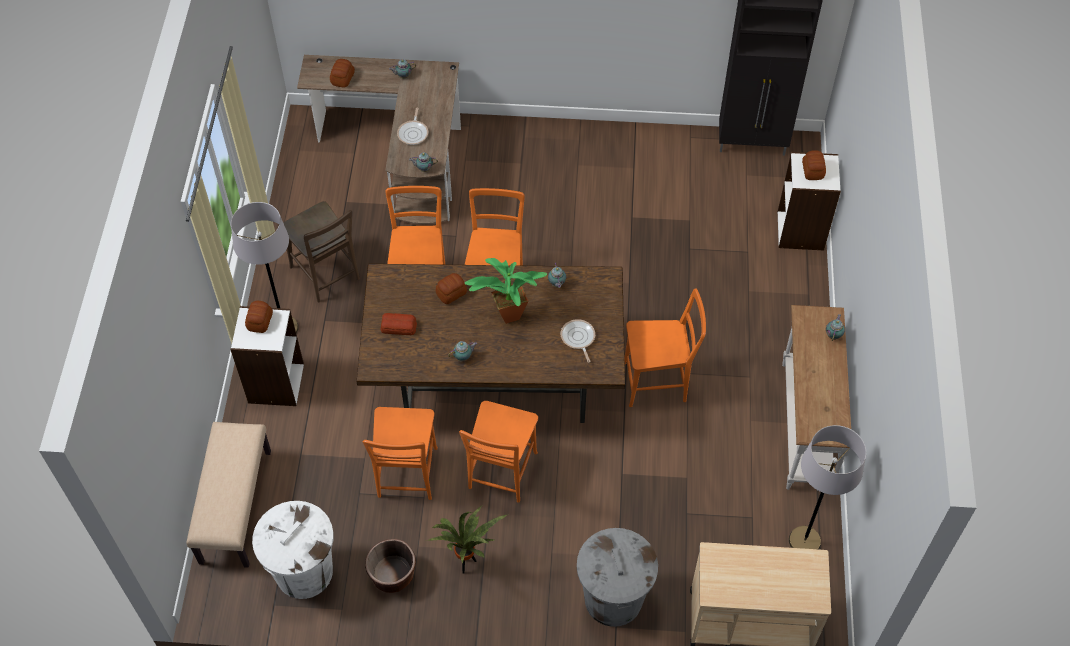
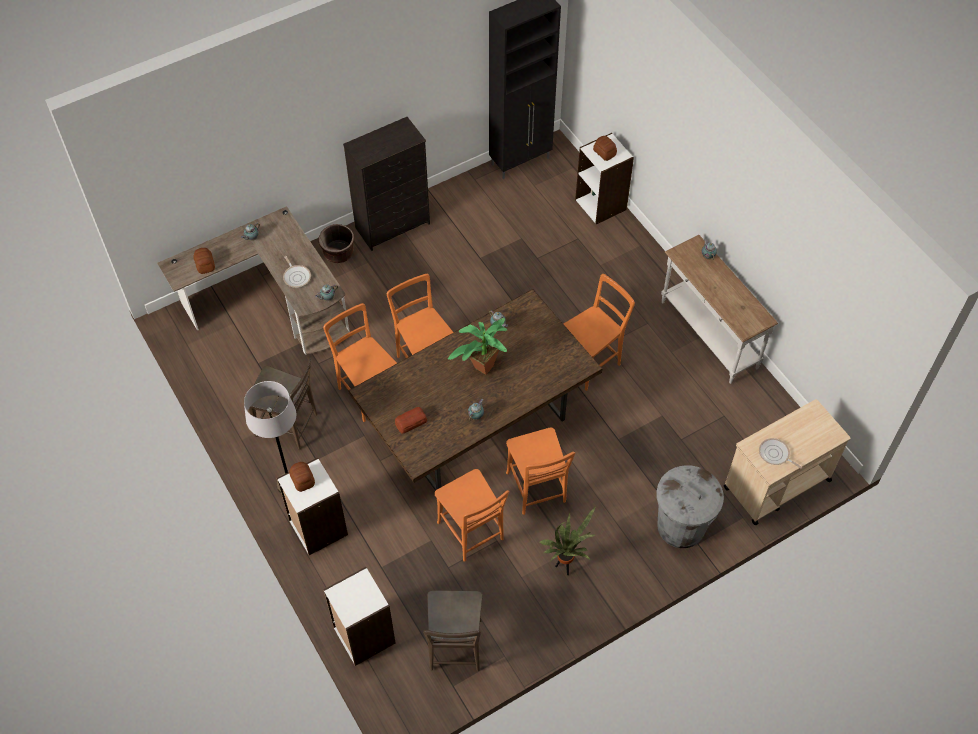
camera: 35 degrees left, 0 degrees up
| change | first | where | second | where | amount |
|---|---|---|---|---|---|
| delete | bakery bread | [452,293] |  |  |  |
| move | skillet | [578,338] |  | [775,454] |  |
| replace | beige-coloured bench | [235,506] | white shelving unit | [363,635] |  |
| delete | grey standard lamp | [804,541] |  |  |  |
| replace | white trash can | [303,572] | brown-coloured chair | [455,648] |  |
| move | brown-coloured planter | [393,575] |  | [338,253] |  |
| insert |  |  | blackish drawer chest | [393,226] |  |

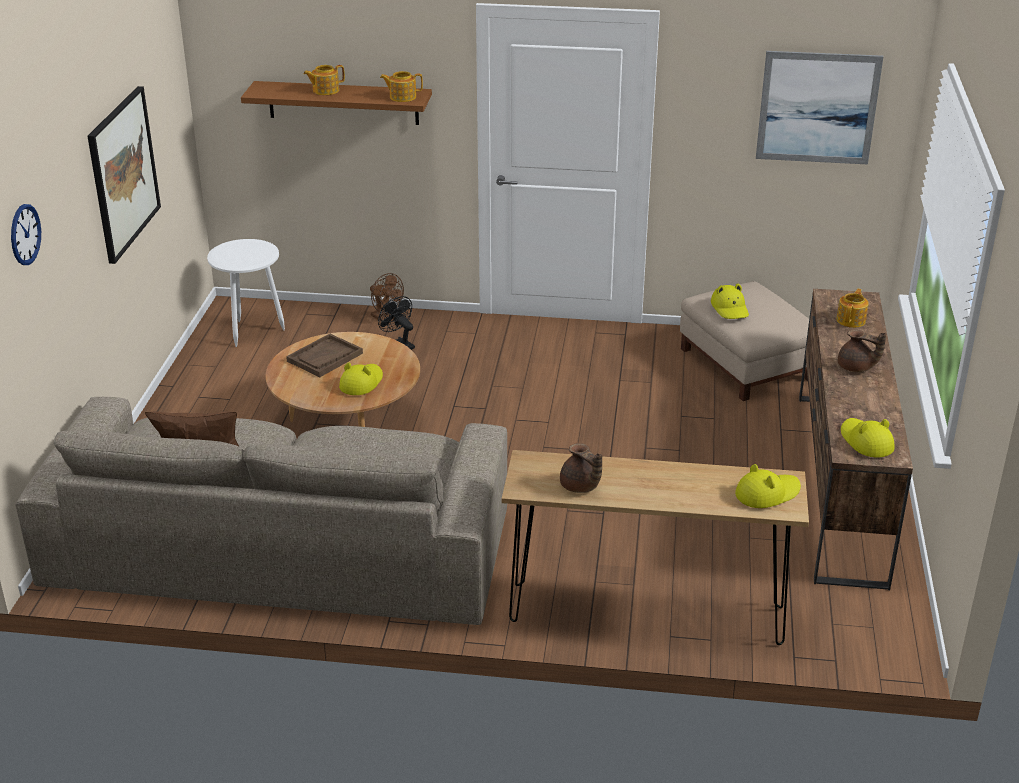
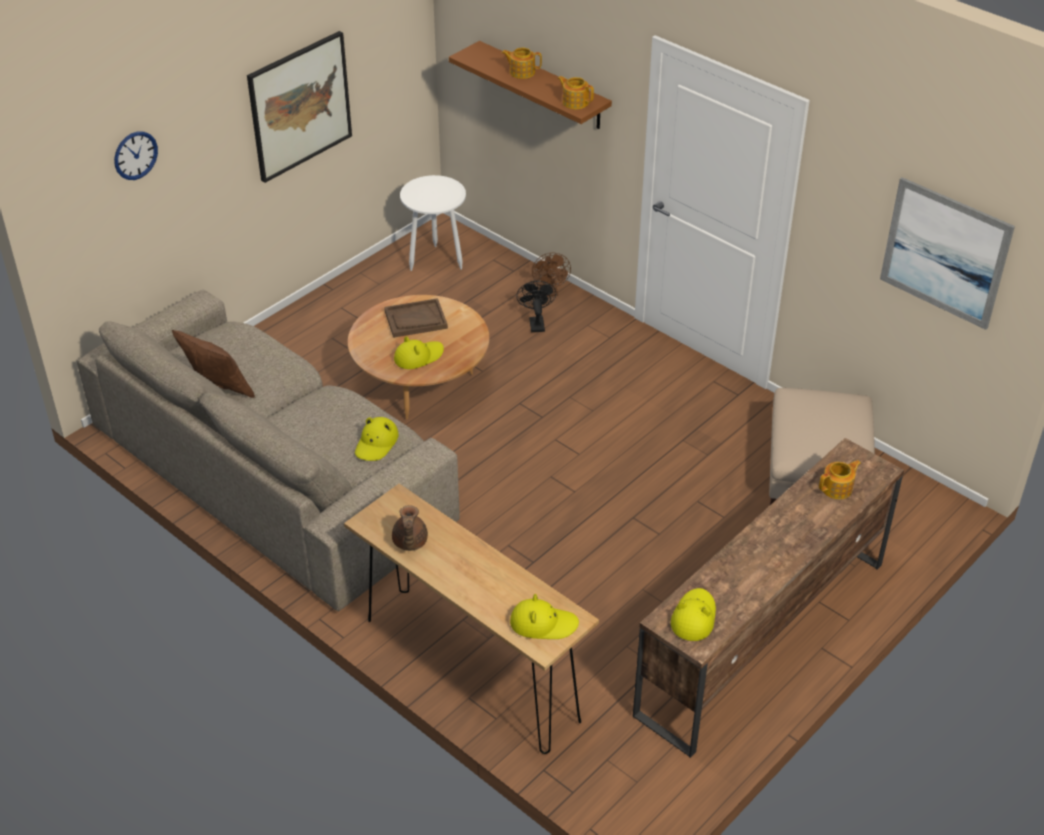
camera: 35 degrees right, 10 degrees up
| change | first | where | second | where | amount |
|---|---|---|---|---|---|
| move | yellow-coloured hat | [730,308] |  | [376,443] |  |
| delete | brown-coloured pot for tea | [856,368] |  |  |  |

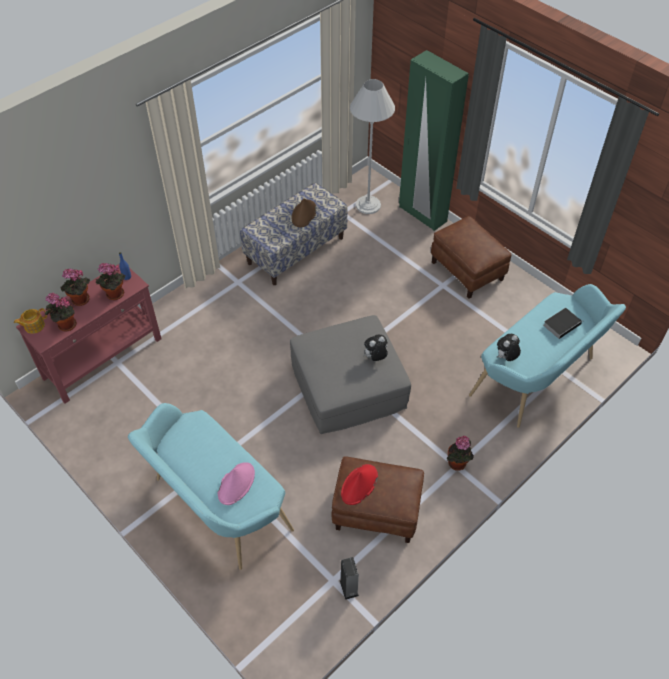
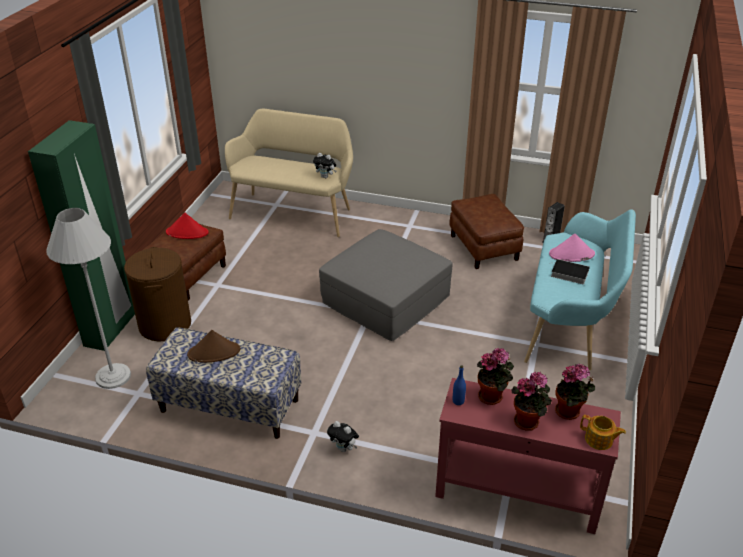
camera: 120 degrees left, 15 degrees down
| change | first | where | second | where | amount |
|---|---|---|---|---|---|
| recolor | turquoise bench | [537,379] | beige-coloured bench | [294,212] |  |
| move | book | [562,324] |  | [568,273] |  |
| move | plush toy | [375,358] |  | [344,448] |  |
| delete | potted plant | [458,464] |  |  |  |
| move | red hat | [359,485] |  | [187,232] |  |
| insert |  |  | brown-coloured hamper | [164,325] |  |

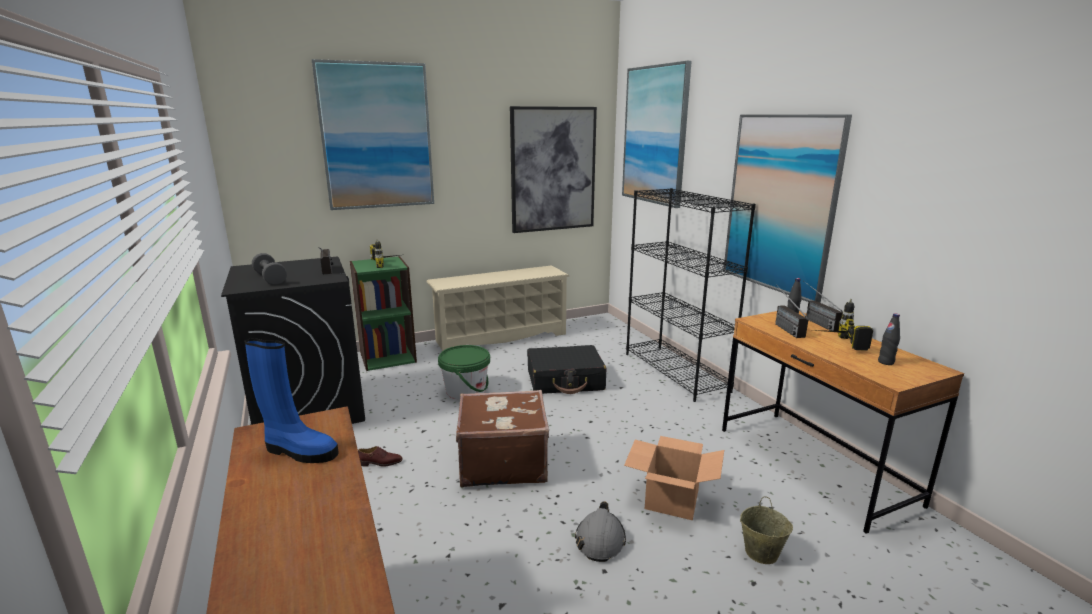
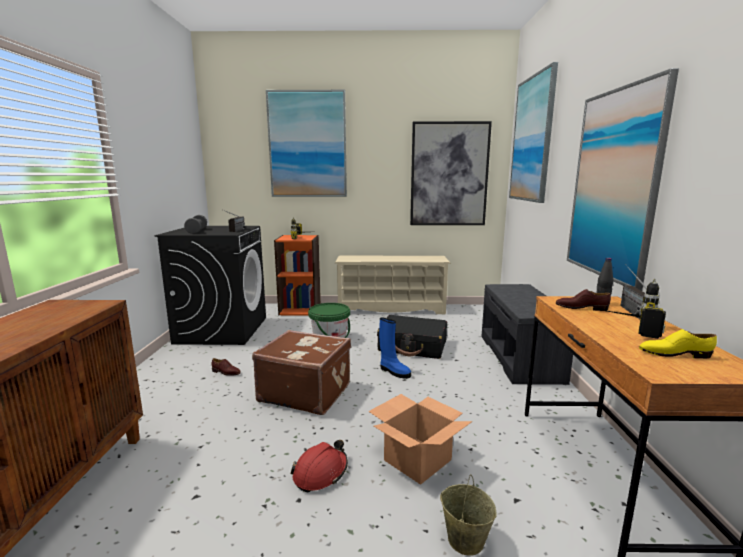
camera: 25 degrees right, 5 degrees down
| change | first | where | second | where | amount |
|---|---|---|---|---|---|
| replace | blackish shelving unit | [676,372] | grey bench | [521,358] |  |
| recolor | green shelving unit | [388,357] | orange shelving unit | [300,309] |  |
| replace | radio receiver | [783,326] | brown-coloured shoe | [581,308] |  |
| replace | blackish bottle | [885,362] | yellow-coloured shoe | [674,354] |  |
| move | blue tall boot | [299,451] |  | [394,372] |  |
| recolor | grey work helmet | [600,540] | red work helmet | [320,473] |  |

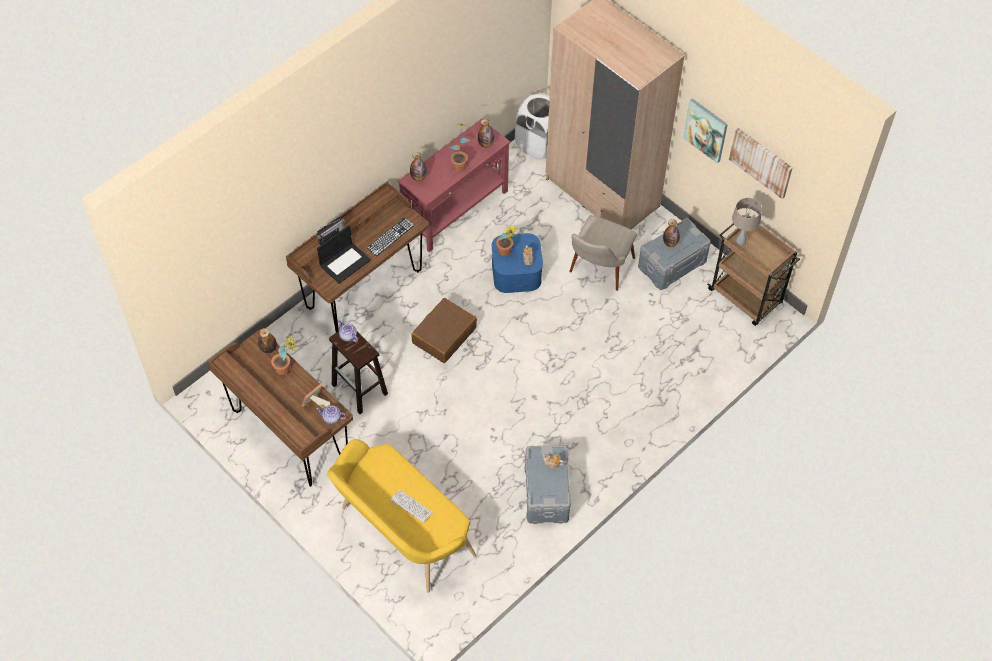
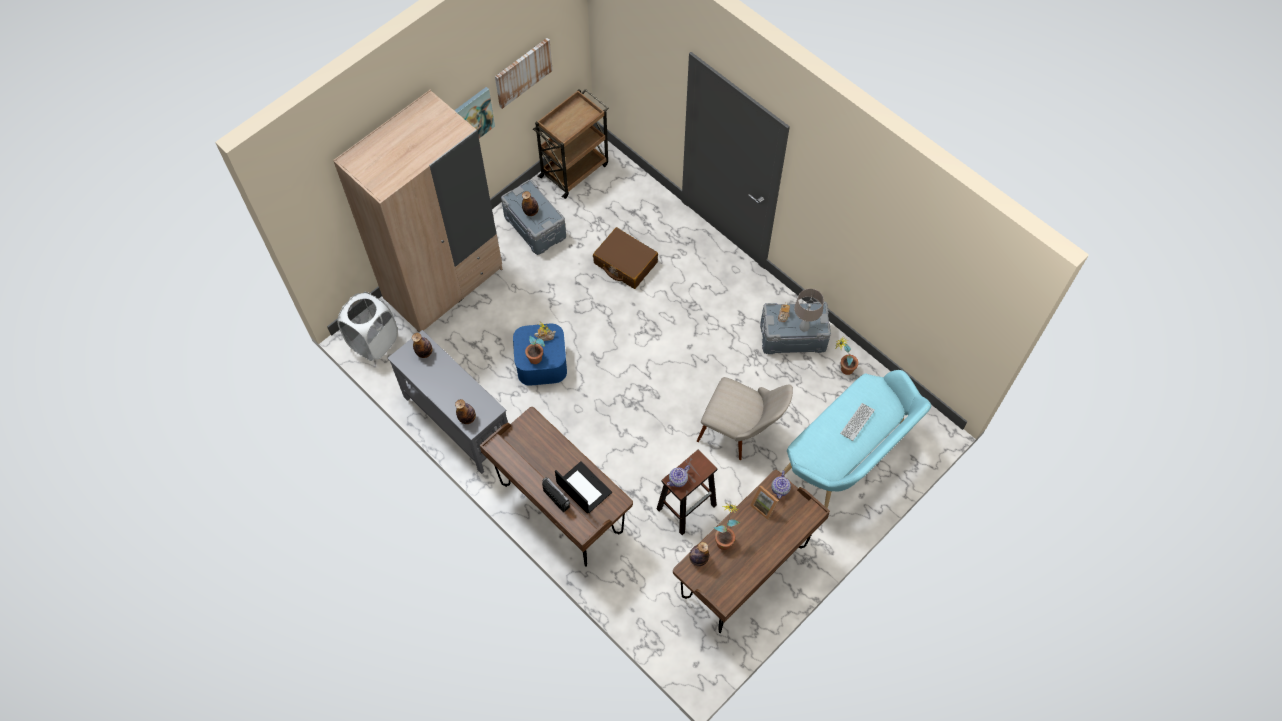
camera: 90 degrees left, 5 degrees up
| change | first | where | second | where | amount |
|---|---|---|---|---|---|
| recolor | red hall table | [456,210] | grey hall table | [457,420] |  |
| move | potted plant | [460,164] |  | [843,368] |  |
| move | beige-coloured tabletop lamp | [741,240] |  | [804,327] |  |
| move | beige-coloured chair | [597,273] |  | [741,432] |  |
| delete | PC keyboard | [390,236] |  |  |  |
| move | brown-coloured suitcase | [444,335] |  | [625,263] |  |
| recolor | yellow-coloured bench | [401,534] | turquoise bench | [847,460] |  |

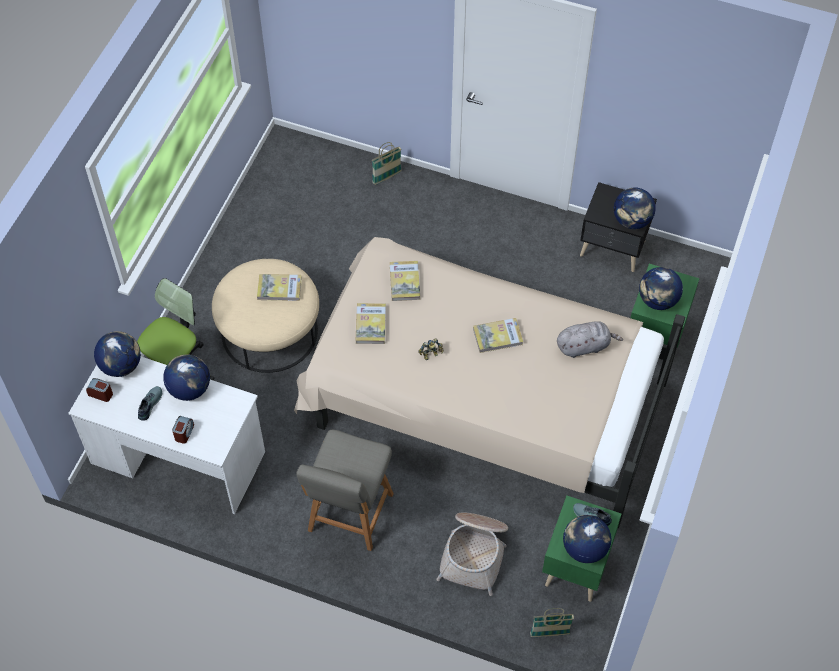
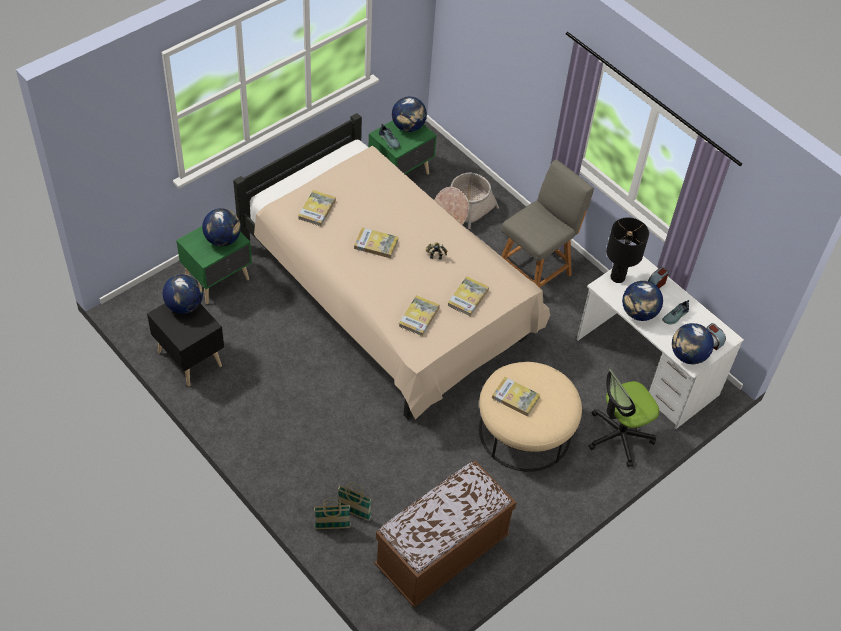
camera: 155 degrees left, 5 degrees down
| change | first | where | second | where | amount |
|---|---|---|---|---|---|
| replace | grey plush toy | [584,346] | book | [317,209] |  |
| move | basket | [550,633] |  | [354,513] |  |
| insert |  |  | blackish tabletop lamp | [617,277] |  |
| insert |  |  | brown-coloured bench | [442,553] |  |

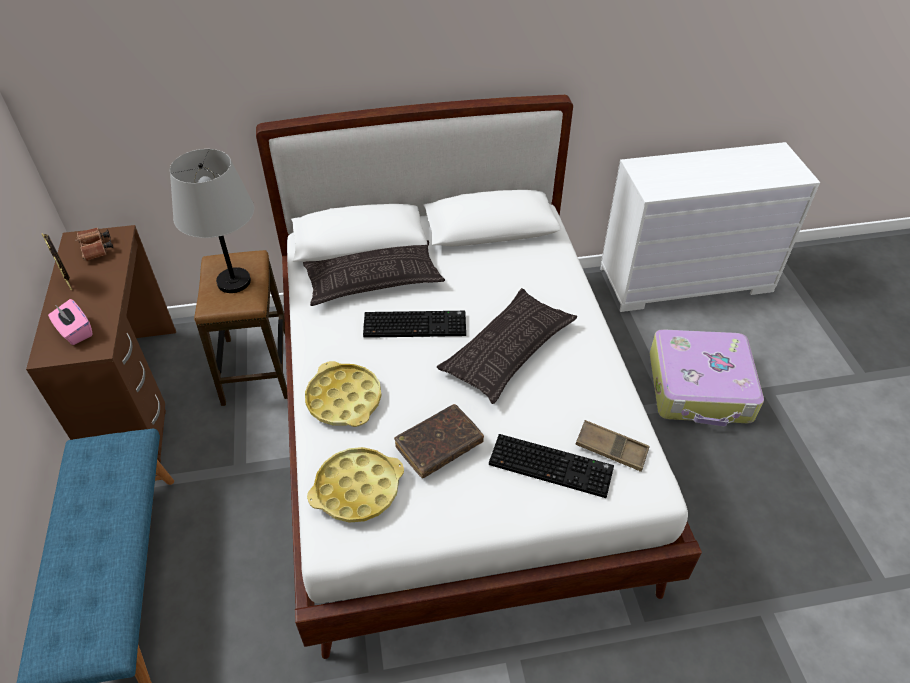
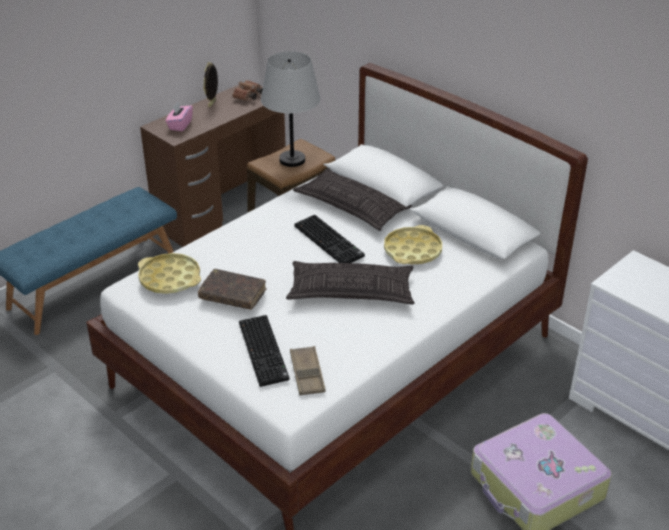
camera: 55 degrees right, 10 degrees down
| change | first | where | second | where | amount |
|---|---|---|---|---|---|
| move | yellow-coloured tray | [344,399] |  | [412,250] |  |

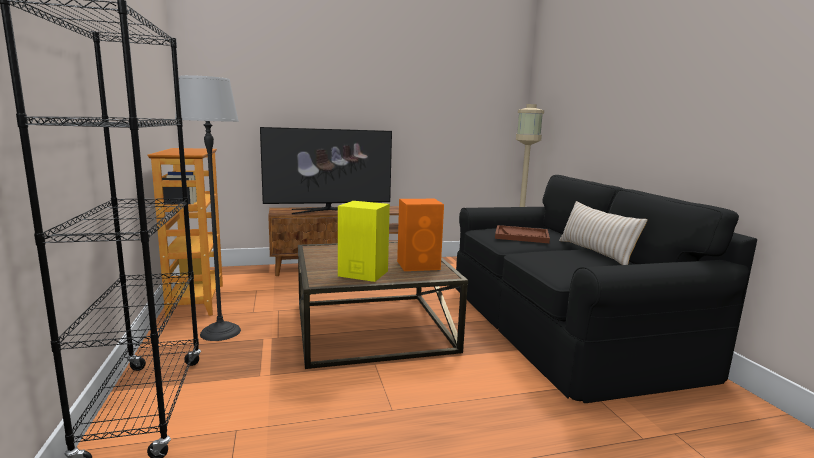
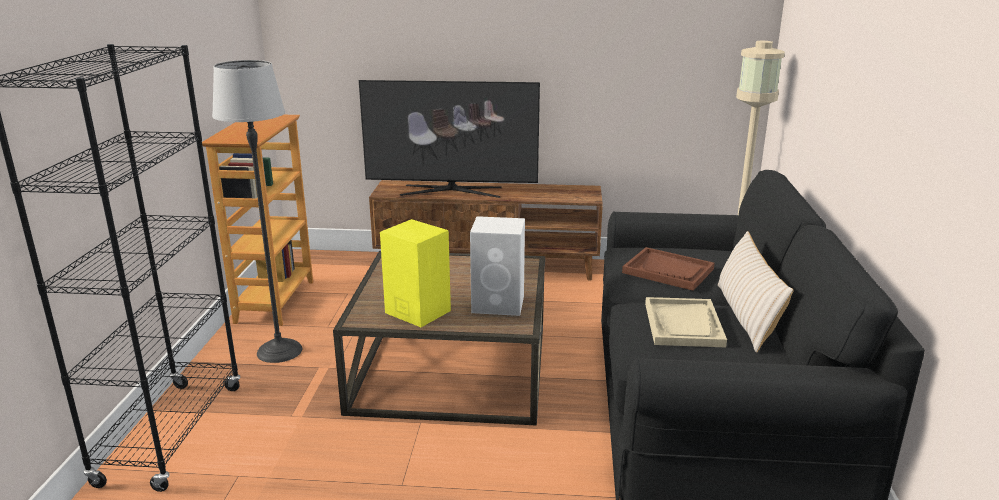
camera: 20 degrees right, 10 degrees up
| change | first | where | second | where | amount |
|---|---|---|---|---|---|
| recolor | orange speaker | [419,265] | white speaker | [499,304] |  |
| insert |  |  | beige-coloured tray | [683,325] |  |

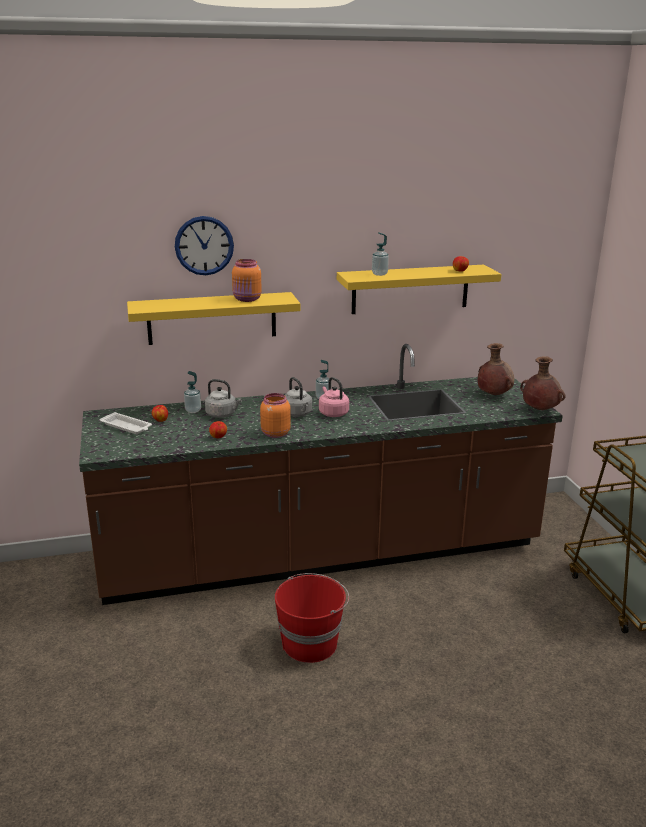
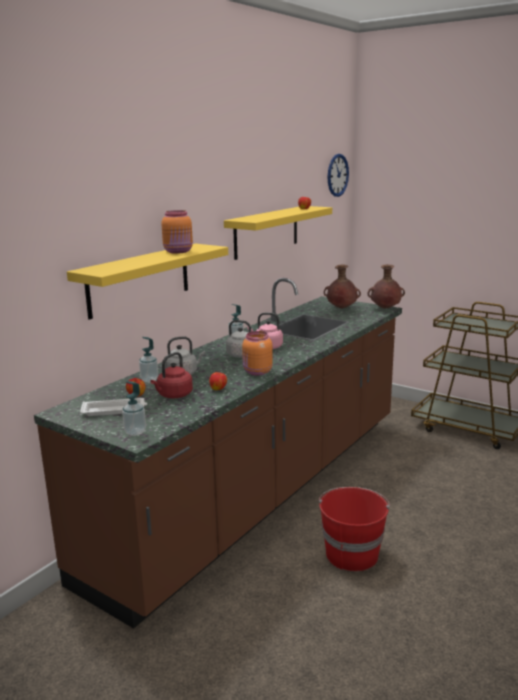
camera: 40 degrees left, 5 degrees down
| change | first | where | second | where | amount |
|---|---|---|---|---|---|
| move | wall clock | [204,245] |  | [337,175] |  |
| move | soap dispenser | [379,274] |  | [135,432] |  |
| insert |  |  | red water kettle | [173,395] |  |

